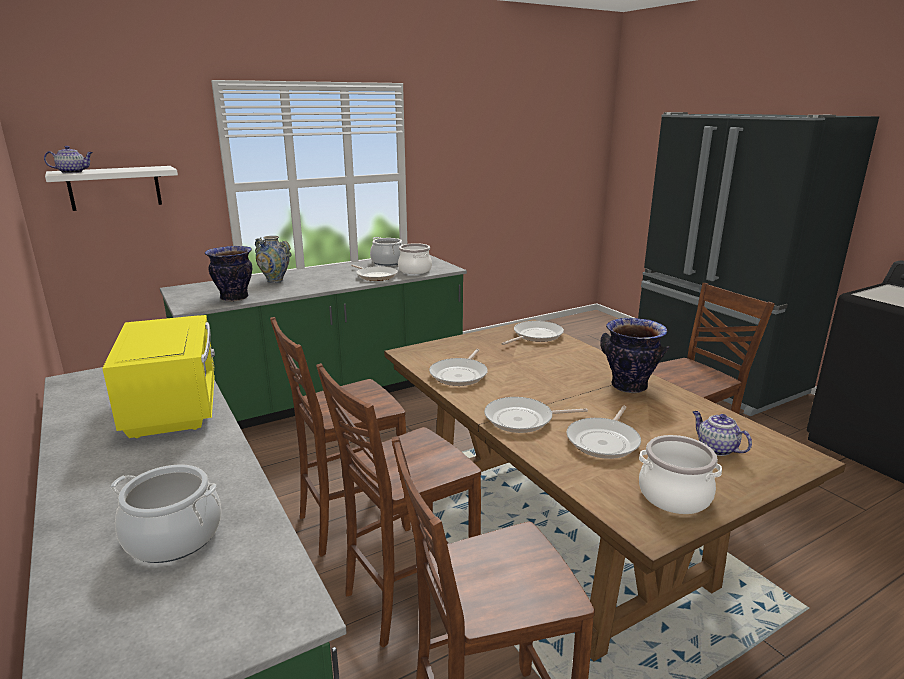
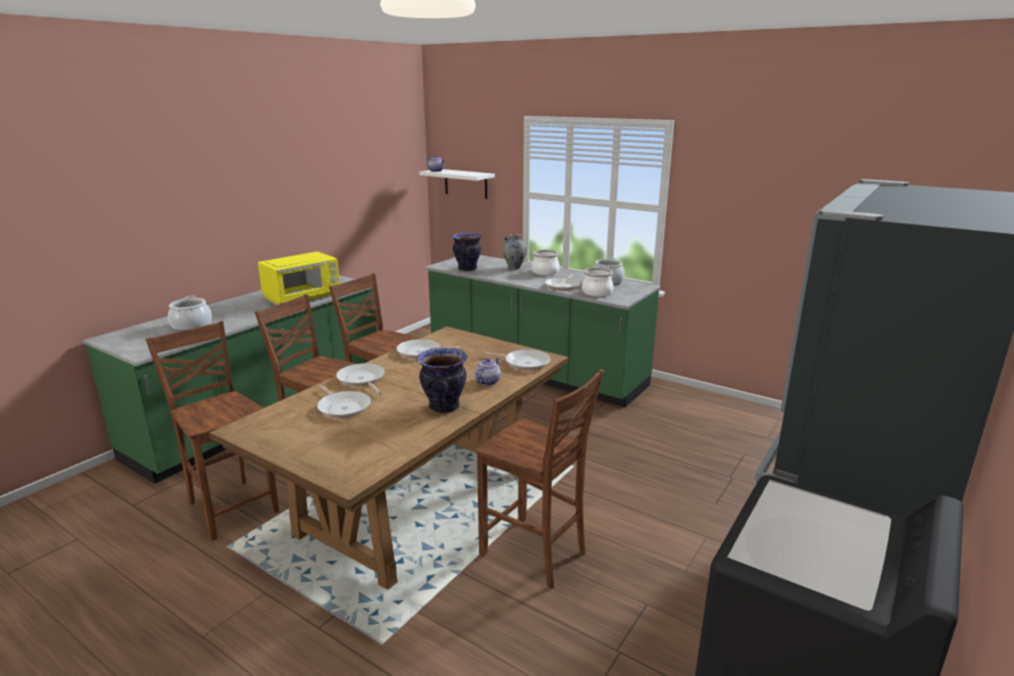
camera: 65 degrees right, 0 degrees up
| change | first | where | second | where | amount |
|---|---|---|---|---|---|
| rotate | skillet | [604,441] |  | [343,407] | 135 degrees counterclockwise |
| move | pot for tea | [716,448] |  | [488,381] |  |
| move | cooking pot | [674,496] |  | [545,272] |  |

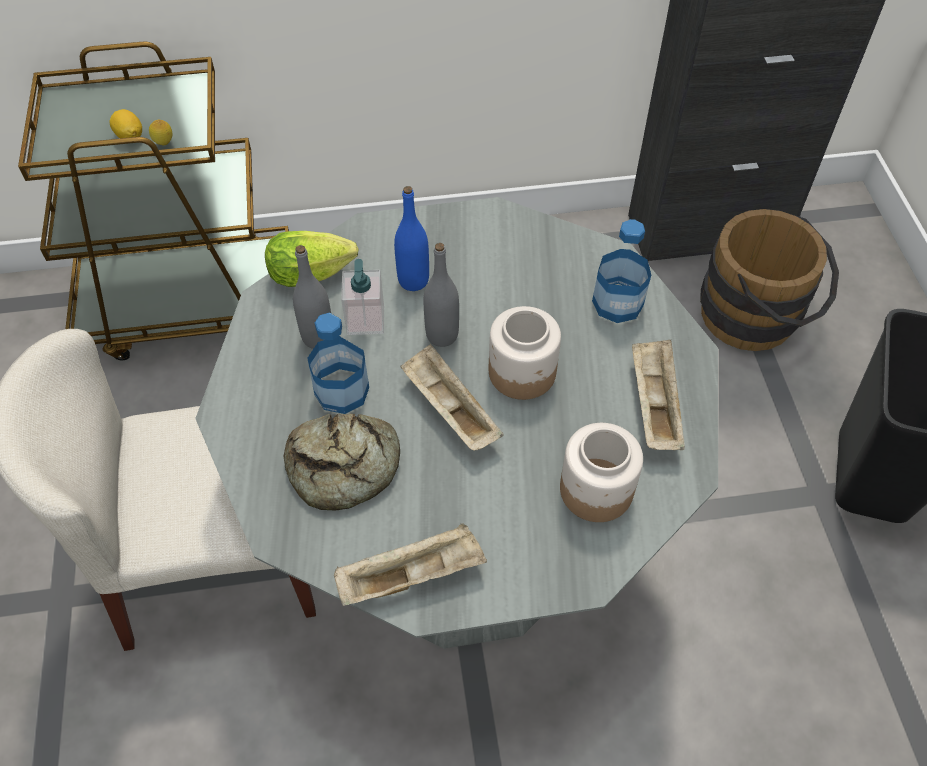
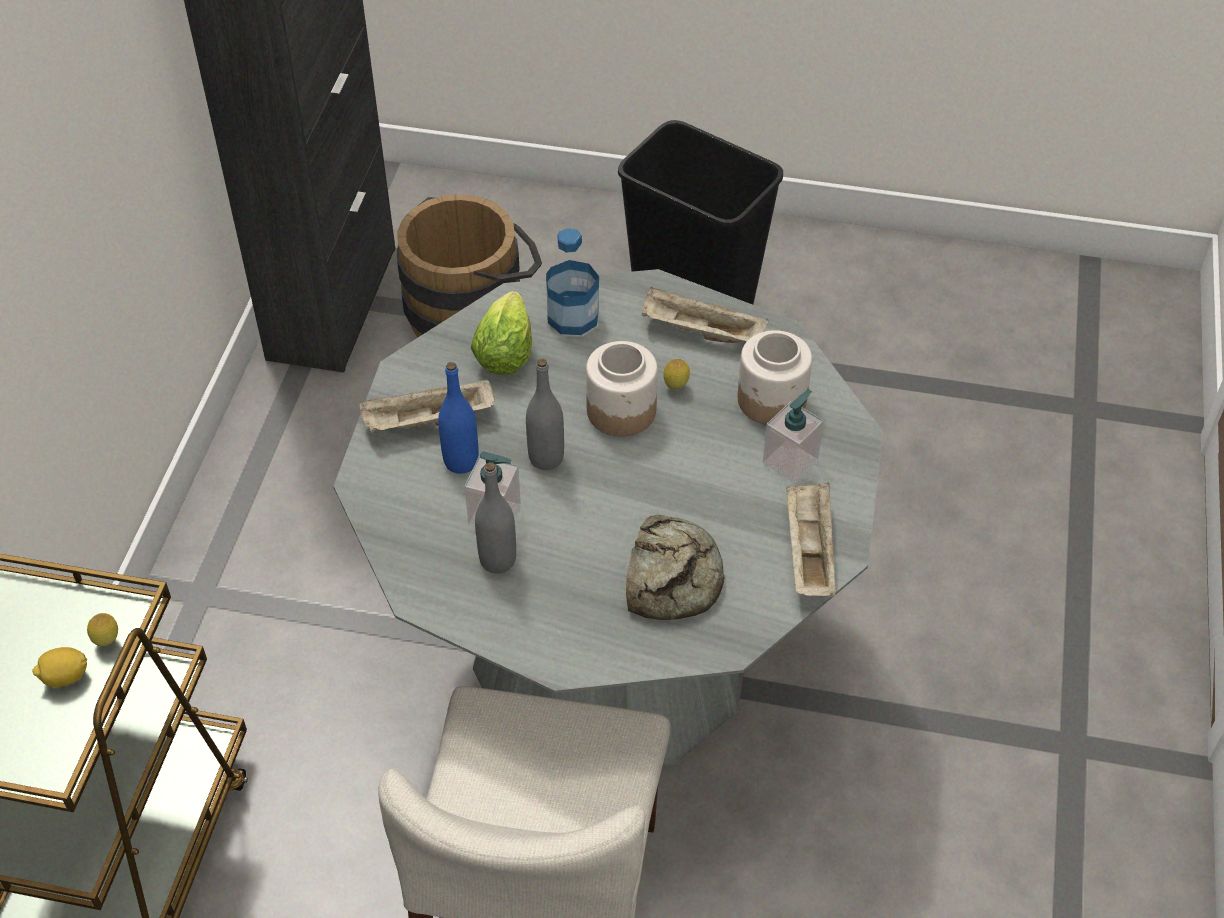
camera: 70 degrees left, 5 degrees down
| change | first | where | second | where | amount |
|---|---|---|---|---|---|
| move | lettuce head | [315,274] |  | [506,349] |  |
| delete | bottle | [342,391] |  |  |  |
| move | beige-coloured tray | [449,410] |  | [428,422] |  |
| insert |  |  | whole lemon | [676,386] |  |
| insert |  |  | soap dispenser | [790,461] |  |

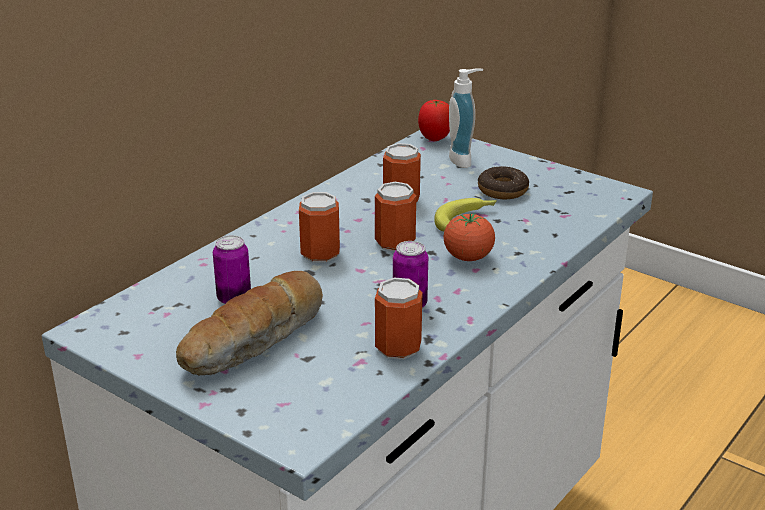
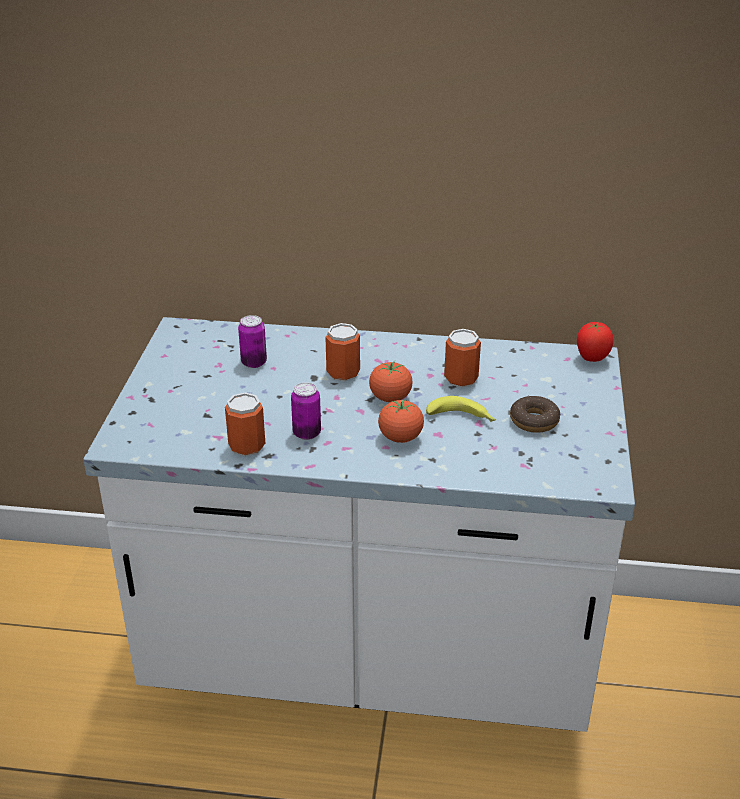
camera: 60 degrees right, 5 degrees up
| change | first | where | second | where | amount |
|---|---|---|---|---|---|
| delete | soap dispenser | [464,159] |  |  |  |
| replace | can | [395,243] | whole tomato | [390,398] |  |
| delete | bakery bread | [255,341] |  |  |  |

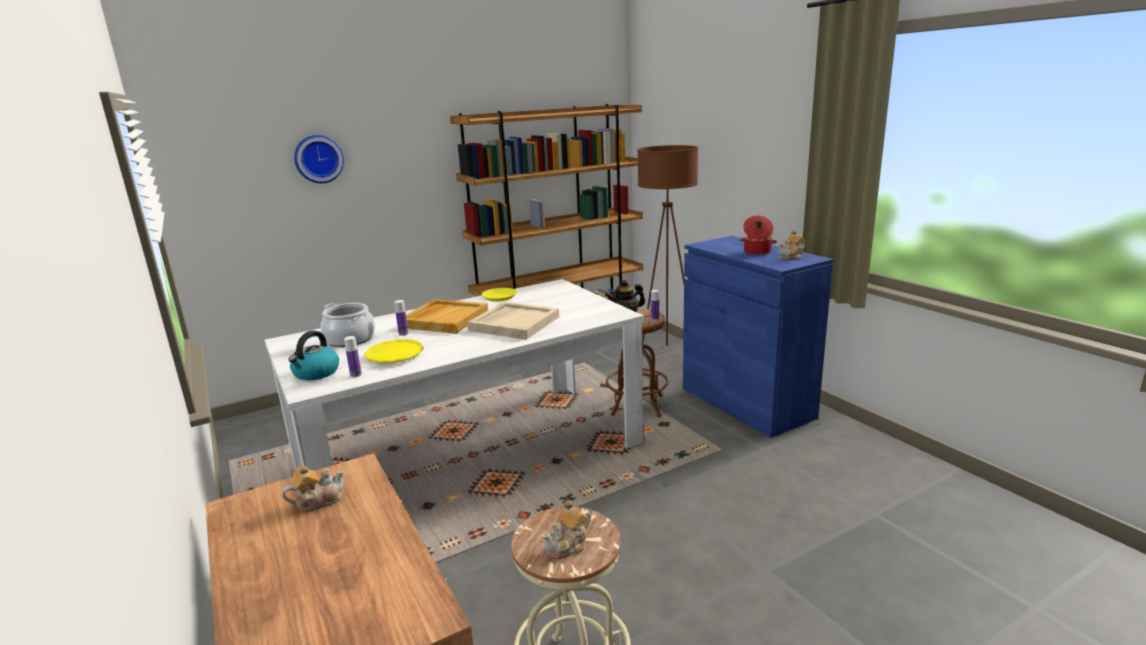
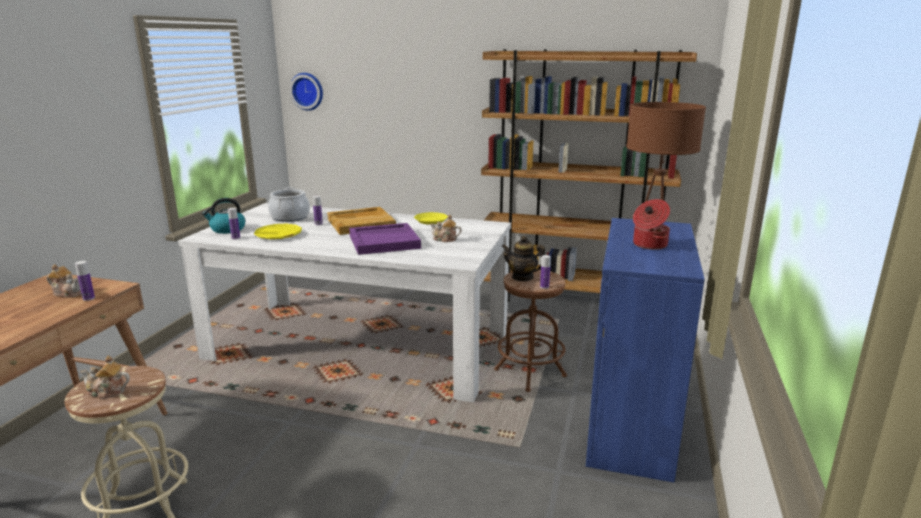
camera: 45 degrees right, 0 degrees up
| change | first | where | second | where | amount |
|---|---|---|---|---|---|
| move | wall clock | [318,159] |  | [308,91] |  |
| move | pot for tea | [791,257] |  | [445,239] |  |
| recolor | beige-coloured tray | [514,323] | purple-coloured tray | [384,241] |  |
| insert |  |  | bottle | [88,298] |  |

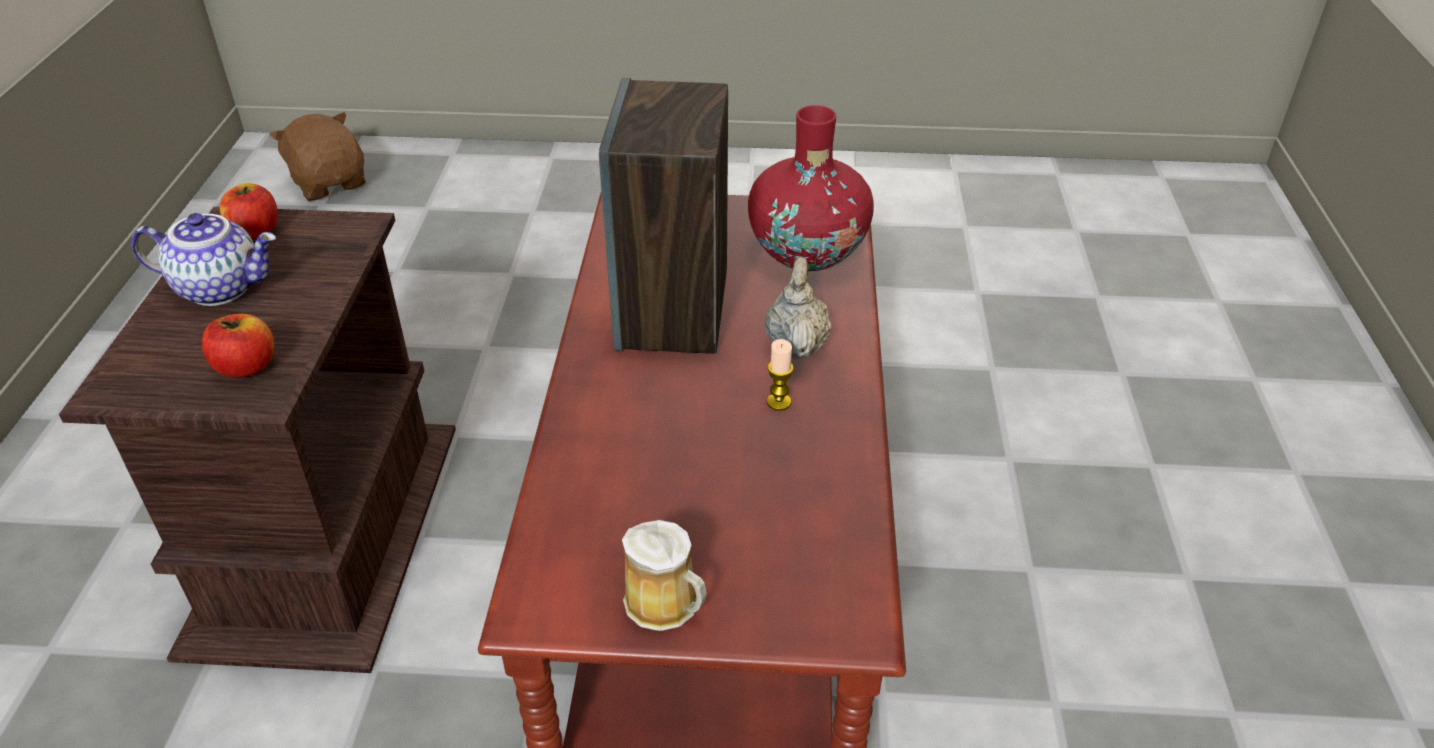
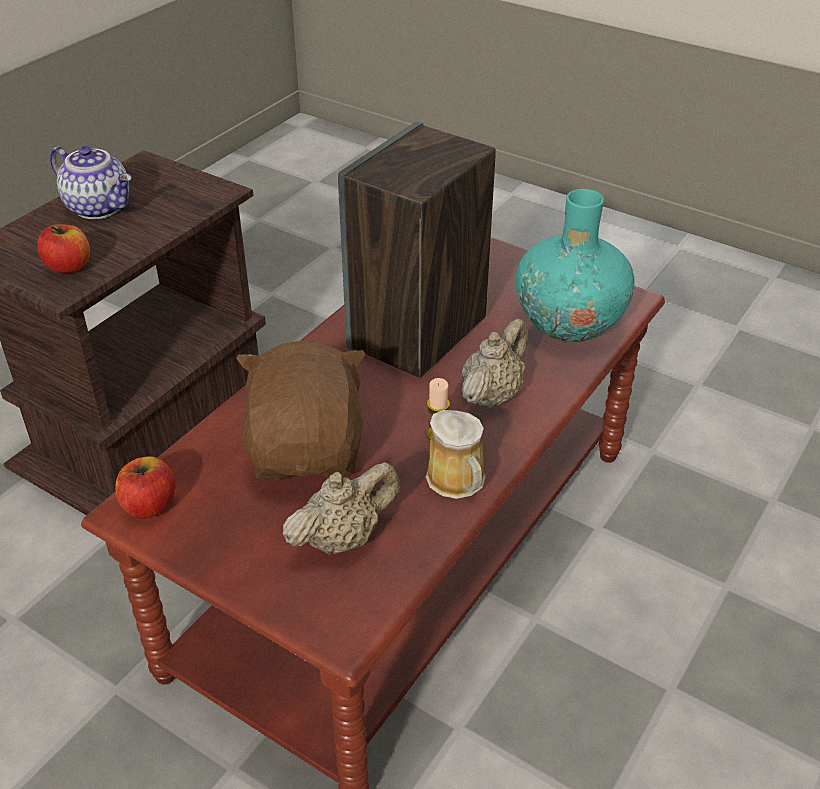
camera: 30 degrees right, 0 degrees up
| change | first | where | second | where | amount |
|---|---|---|---|---|---|
| recolor | red decorative vase | [807,252] | turquoise decorative vase | [569,323] |  |
| move | brown-coloured plush toy | [330,183] |  | [307,450] |  |
| move | apple fruit | [255,232] |  | [149,505] |  |
| move | coffee mug | [666,604] |  | [458,481] |  |
| insert |  |  | beige-coloured pot for tea | [343,538] |  |

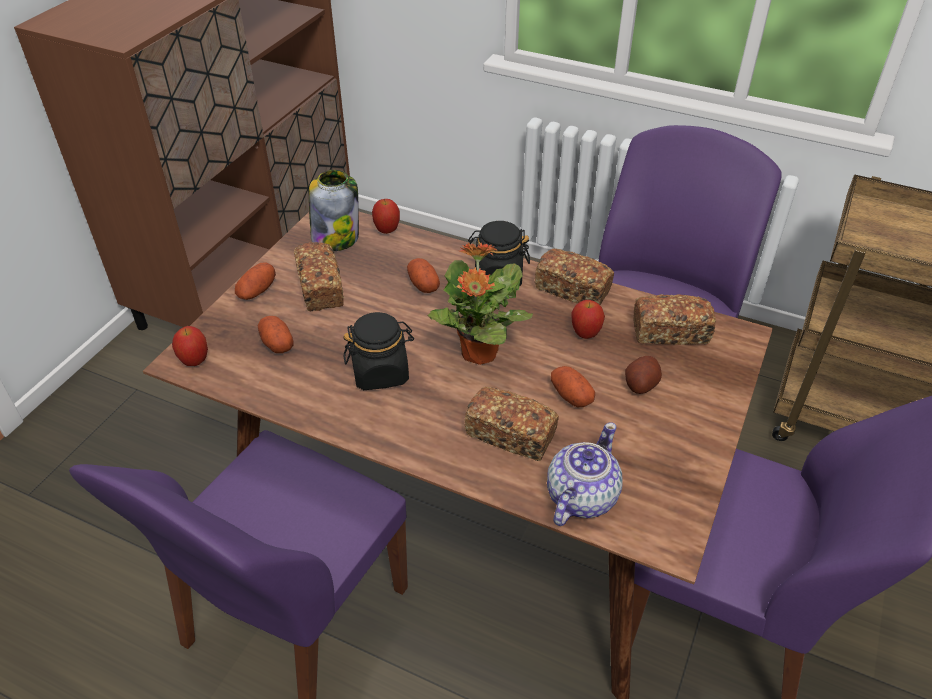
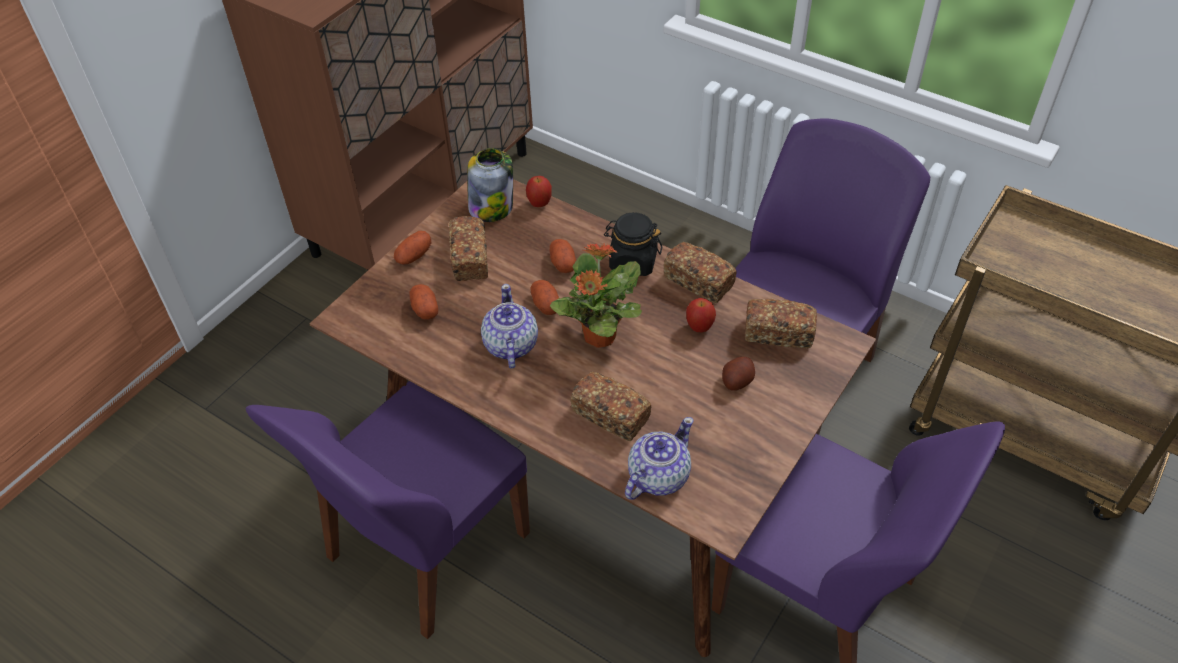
camera: 10 degrees right, 5 degrees up
| change | first | where | second | where | amount |
|---|---|---|---|---|---|
| replace | blackish jar | [381,372] | pot for tea | [510,346] |  |
| delete | apple fruit | [195,361] |  |  |  |
| move | potato | [571,395] |  | [545,304] |  |

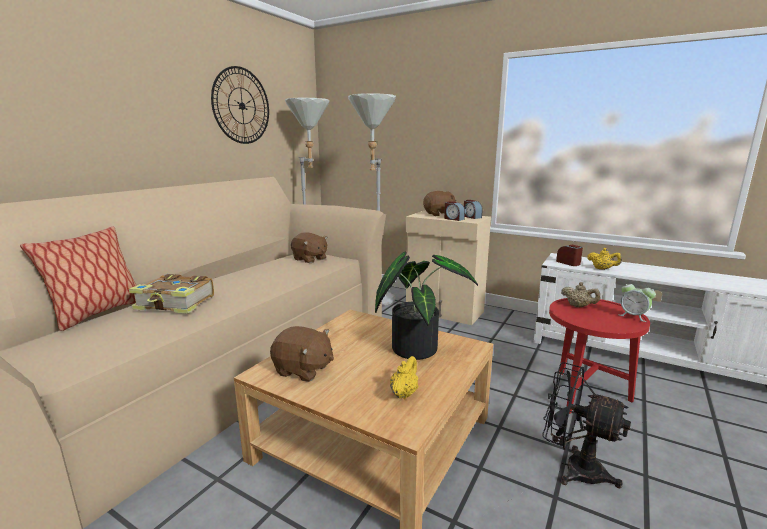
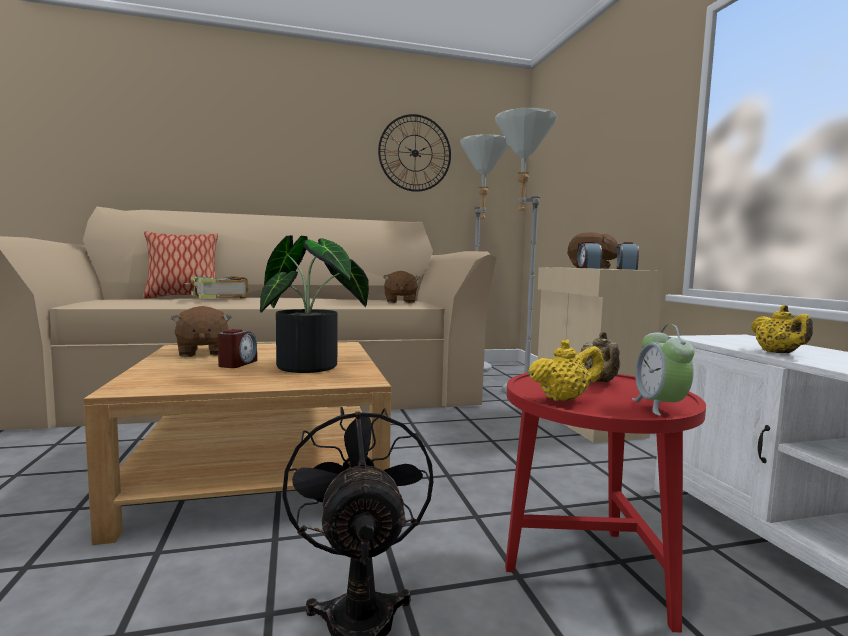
camera: 45 degrees right, 10 degrees down
| change | first | where | second | where | amount |
|---|---|---|---|---|---|
| move | table clock | [568,263] |  | [237,364] |  |
| move | yellow-coloured pot for tea | [404,393] |  | [564,398] |  |

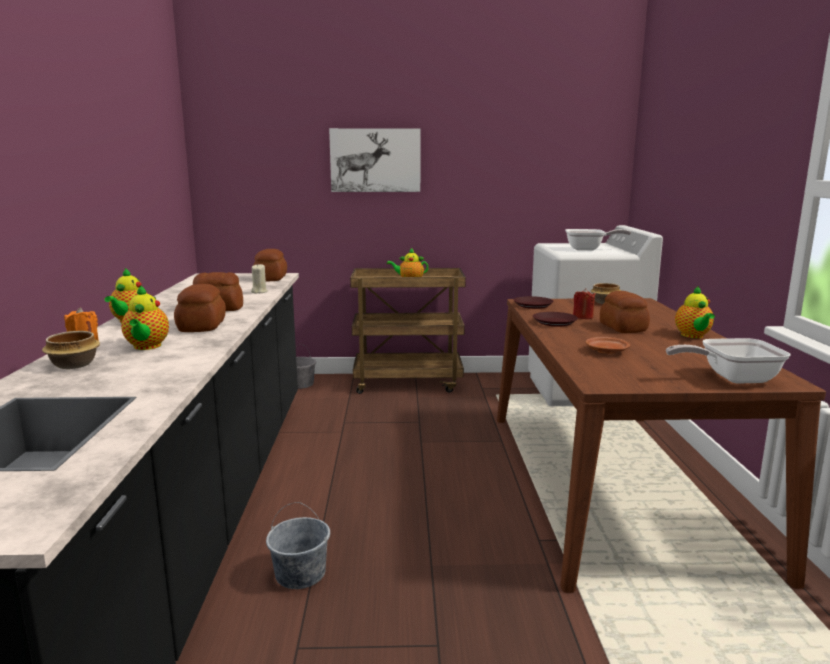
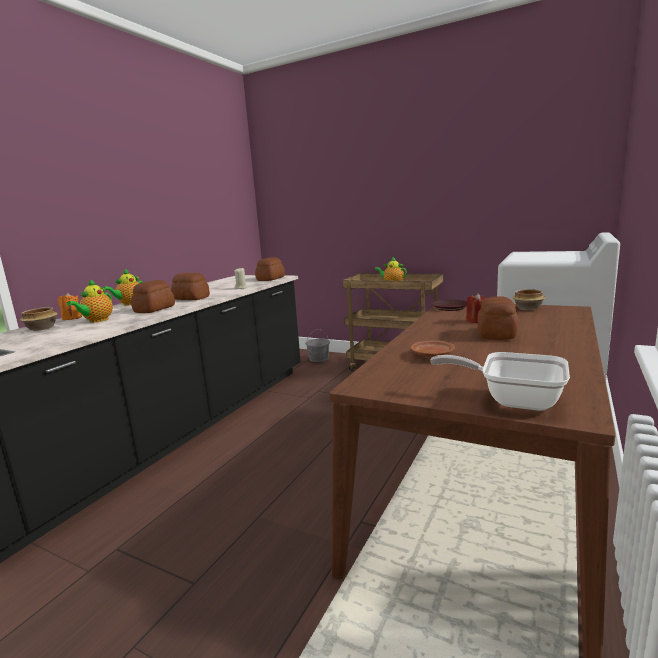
camera: 30 degrees right, 0 degrees up
| change | first | where | second | where | amount |
|---|---|---|---|---|---|
| delete | wall art | [375,160] |  |  |  |
| delete | skillet | [588,249] |  |  |  |
| delete | pot for tea | [693,336] |  |  |  |
| delete | brown-coloured dinner plate | [555,322] |  |  |  |
| delete | grey pail | [300,573] |  |  |  |

